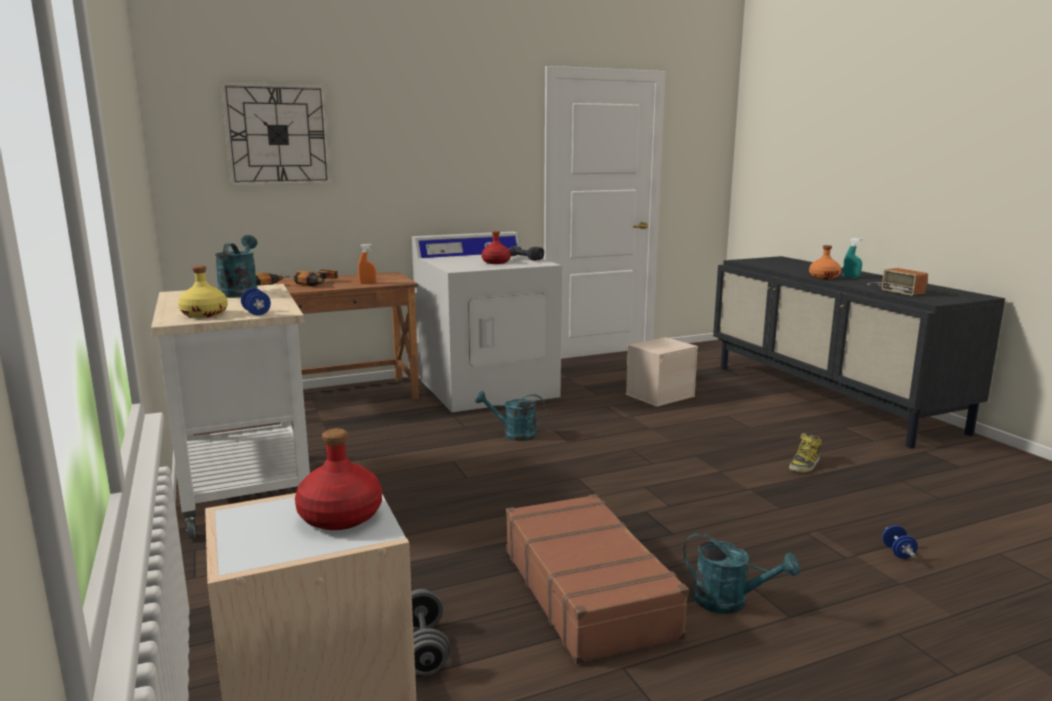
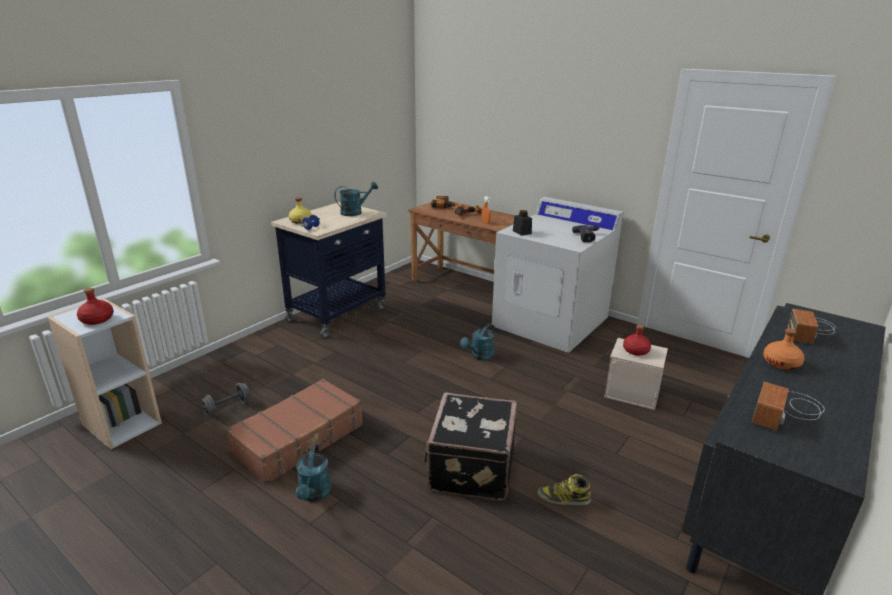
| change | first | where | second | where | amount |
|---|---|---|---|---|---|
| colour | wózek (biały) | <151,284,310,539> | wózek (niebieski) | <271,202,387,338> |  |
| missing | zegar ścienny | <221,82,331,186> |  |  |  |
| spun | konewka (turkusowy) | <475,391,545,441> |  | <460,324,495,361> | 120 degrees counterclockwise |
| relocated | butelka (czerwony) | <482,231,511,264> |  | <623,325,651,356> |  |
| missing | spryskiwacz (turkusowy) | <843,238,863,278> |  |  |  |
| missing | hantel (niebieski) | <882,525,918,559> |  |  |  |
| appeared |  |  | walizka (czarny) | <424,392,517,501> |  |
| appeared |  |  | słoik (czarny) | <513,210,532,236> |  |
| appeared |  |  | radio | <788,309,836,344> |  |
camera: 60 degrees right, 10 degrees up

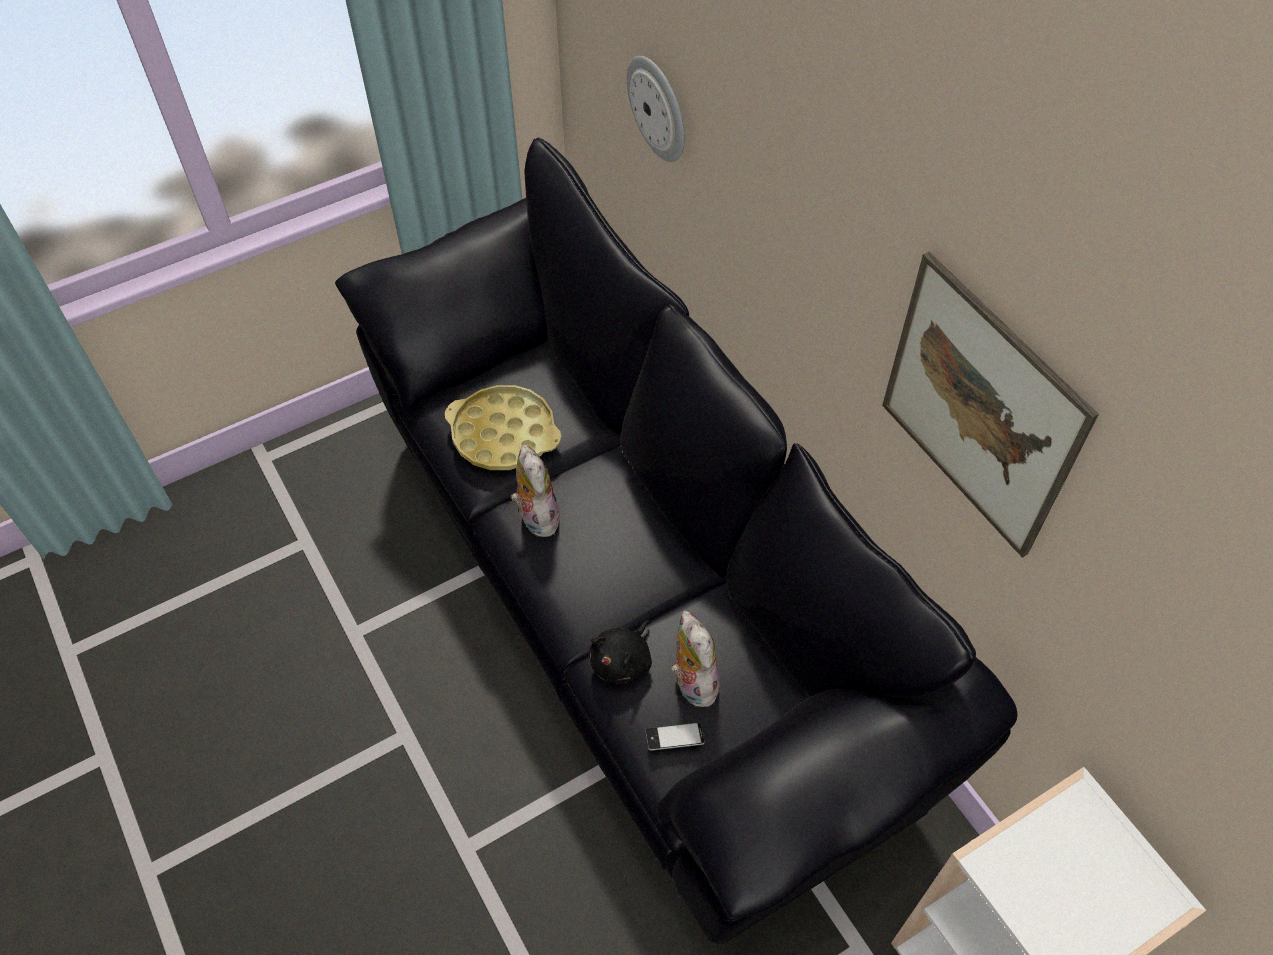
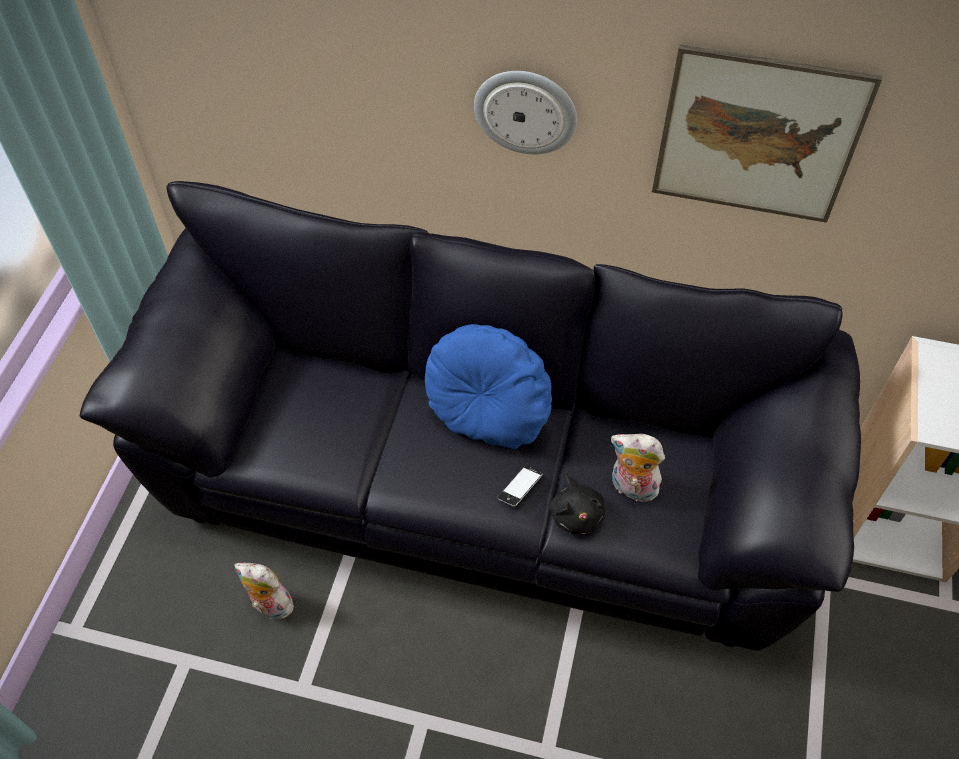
| change | first | where | second | where | amount |
|---|---|---|---|---|---|
| missing | taca (żółty) | <445,385,562,470> |  |  |  |
| relocated | pluszak | <511,444,560,537> |  | <234,562,294,619> |  |
| relocated | zegar ścienny | <627,56,685,162> |  | <474,71,577,154> |  |
| relocated | telefon | <645,722,705,751> |  | <497,466,543,507> |  |
| appeared |  |  | poduszka (niebieski) | <425,324,552,449> |  |
camera: 45 degrees left, 0 degrees up

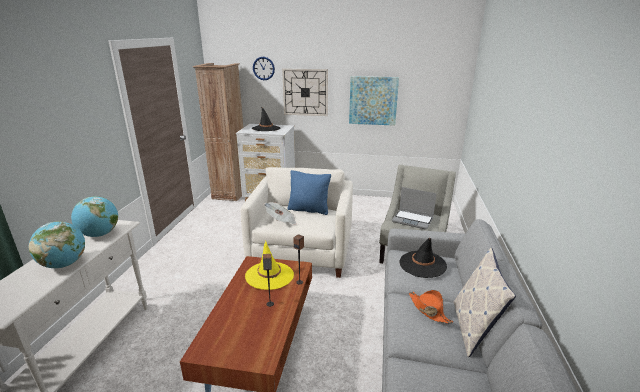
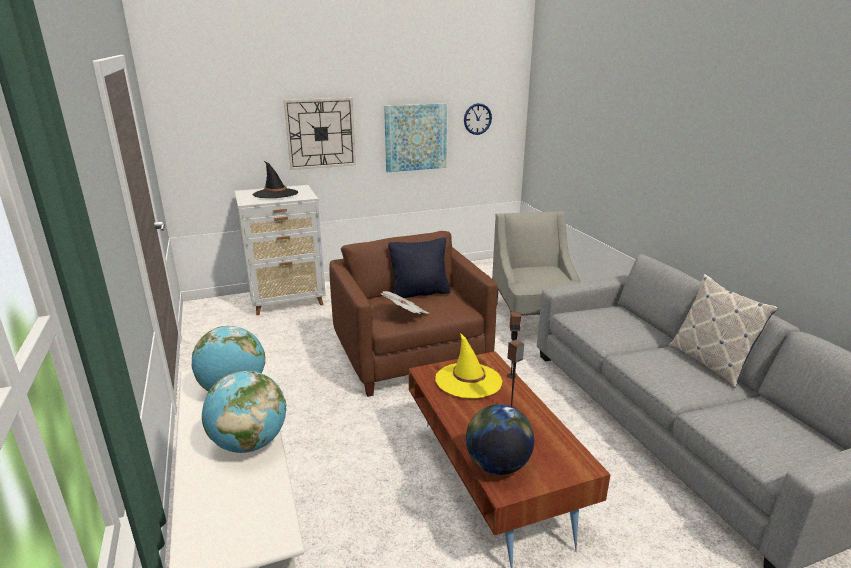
| change | first | where | second | where | amount |
|---|---|---|---|---|---|
| missing | szafka (brązowy) | <192,63,243,201> |  |  |  |
| colour | fotel (biały) | <241,167,353,278> | fotel (brązowy) | <329,231,498,397> |  |
| relocated | zegar ścienny | <253,57,275,80> |  | <464,103,492,135> |  |
| colour | poduszka (niebieski) | <287,170,331,215> | poduszka (czarny) | <388,238,450,298> |  |
| missing | laptop | <392,187,437,230> |  |  |  |
| missing | kapelusz (czarny) | <399,238,447,278> |  |  |  |
| missing | kapelusz (pomarańczowy) | <409,290,453,324> |  |  |  |
| appeared |  |  | globus | <466,404,534,475> |  |
camera: 30 degrees left, 0 degrees up

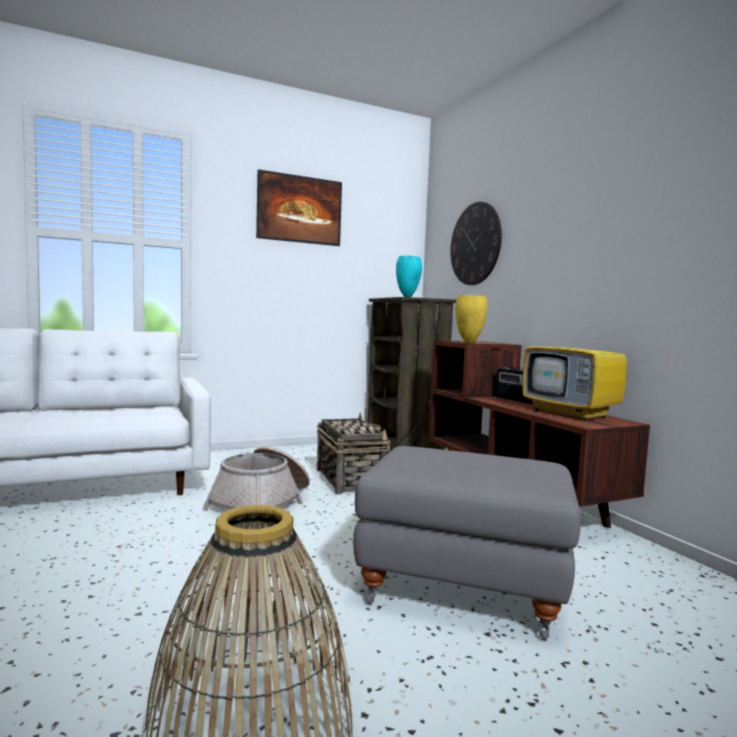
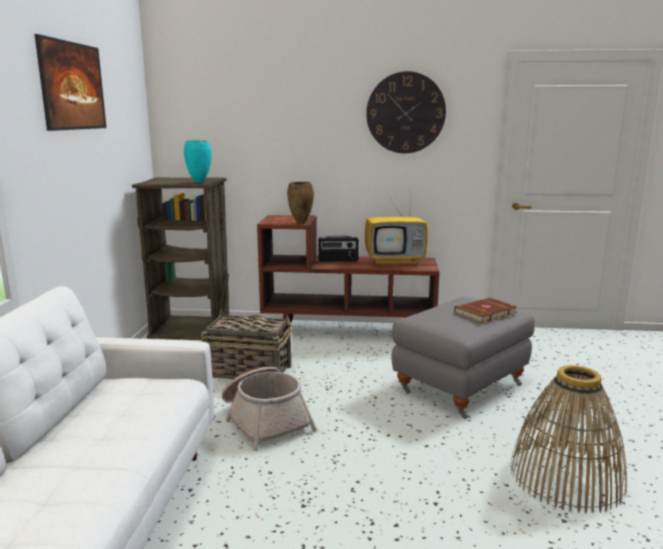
| change | first | where | second | where | amount |
|---|---|---|---|---|---|
| relocated | zegar ścienny | <450,202,502,285> |  | <366,71,446,153> |  |
| colour | wazon (żółty) | <455,295,487,343> | wazon (brązowy) | <287,182,314,224> |  |
| appeared |  |  | książka (brązowy) | <454,298,517,323> |  |
camera: 60 degrees left, 10 degrees up

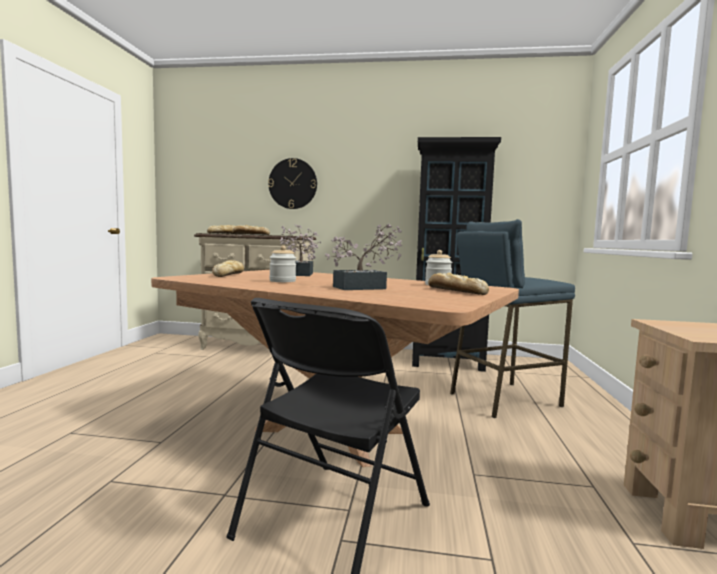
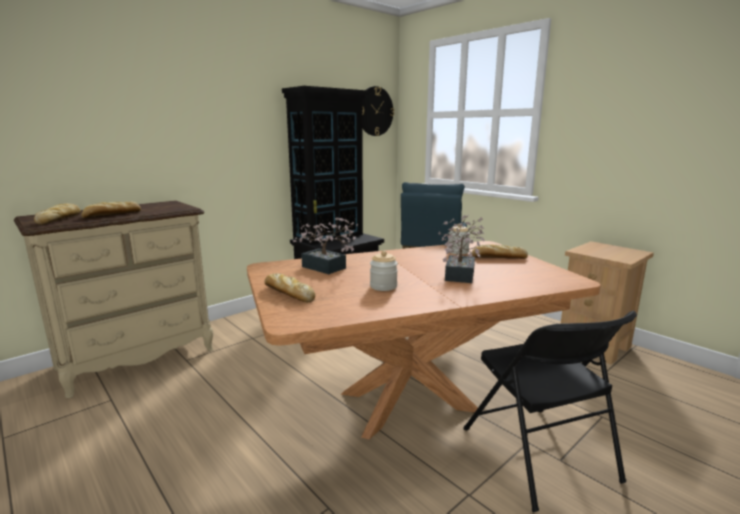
| change | first | where | second | where | amount |
|---|---|---|---|---|---|
| relocated | zegar ścienny | <268,158,317,209> |  | <362,86,394,136> |  |
camera: 50 degrees left, 10 degrees up

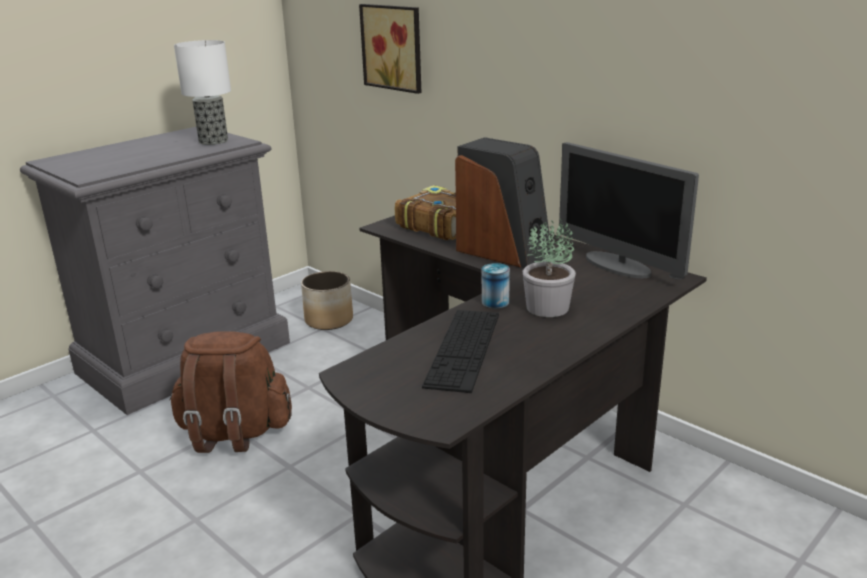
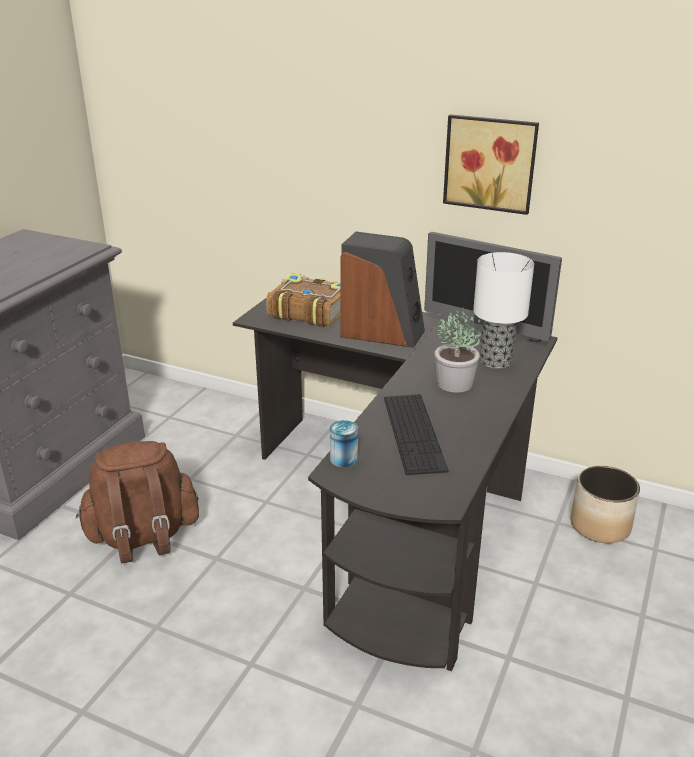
| change | first | where | second | where | amount |
|---|---|---|---|---|---|
| relocated | lampa stołowa | <174,40,231,145> |  | <473,252,534,369> |  |
| relocated | donica | <301,271,353,330> |  | <571,466,640,543> |  |
| relocated | obraz | <359,4,421,94> |  | <443,114,539,215> |  |
| relocated | puszka | <482,263,510,308> |  | <330,420,358,467> |  |
camera: 20 degrees left, 5 degrees up

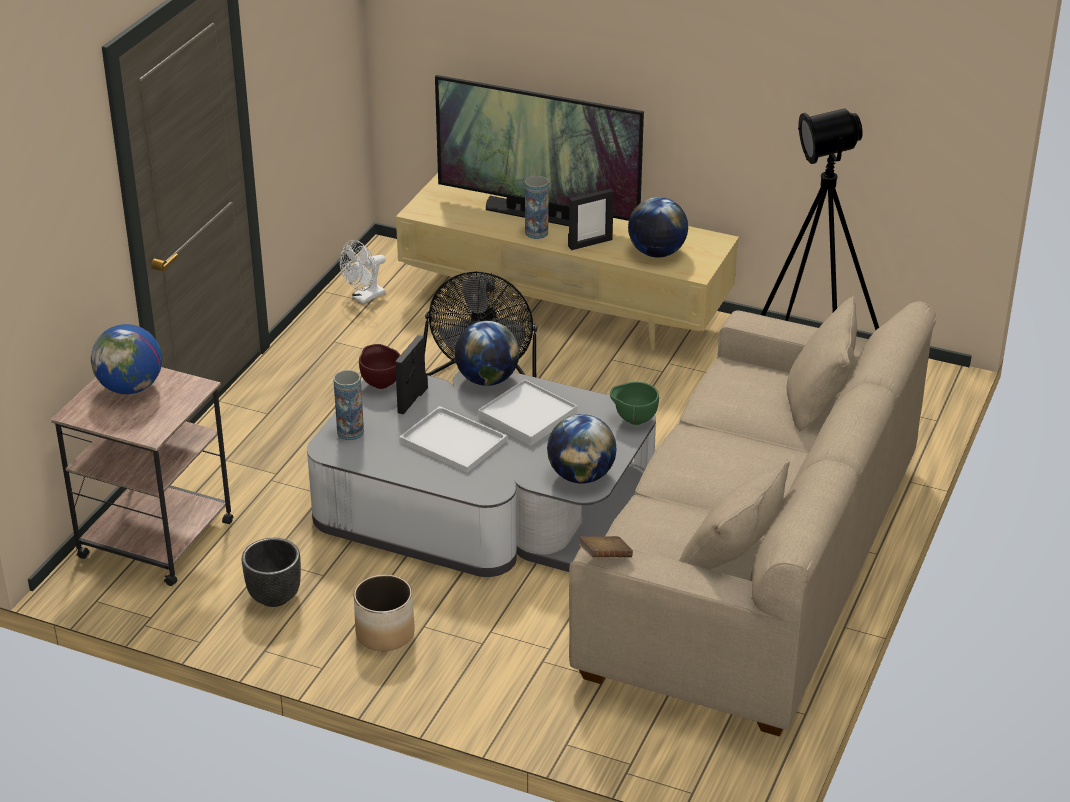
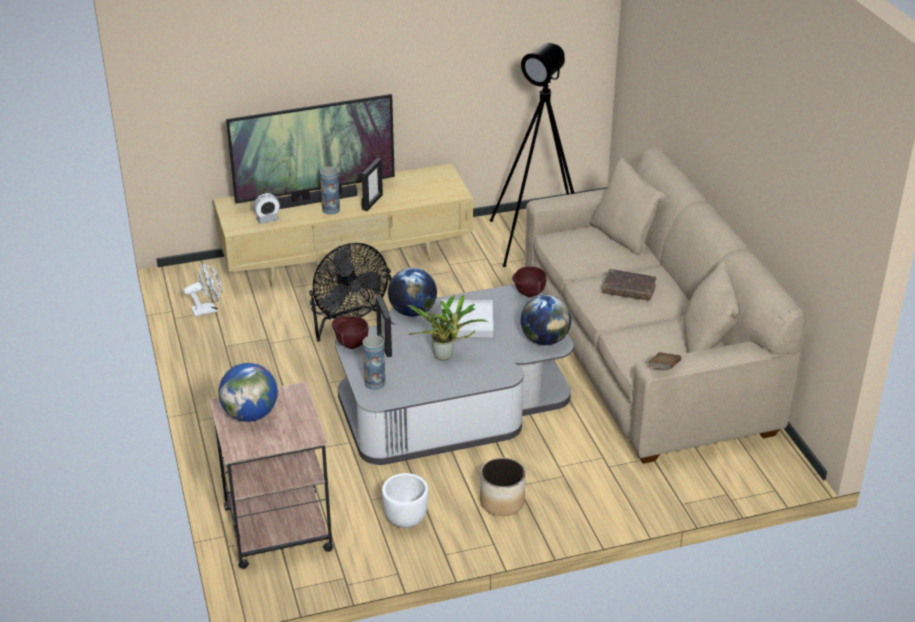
| change | first | where | second | where | amount |
|---|---|---|---|---|---|
| colour | donica (czarny) | <242,538,301,607> | donica (biały) | <382,473,428,528> |  |
| spun | wentylator (biały) | <340,240,386,304> |  | <184,263,222,317> | 120 degrees counterclockwise |
| exchanged | taca (biały) | <399,406,507,473> | roślina doniczkowa | <408,295,488,360> |  |
| colour | miska (zielony) | <610,382,659,425> | miska (brązowy) | <512,266,547,298> |  |
| missing | globus | <628,197,688,257> |  |  |  |
| appeared |  |  | budzik | <253,193,280,224> |  |
| appeared |  |  | książka (brązowy) | <602,269,657,301> |  |
camera: 40 degrees left, 0 degrees up

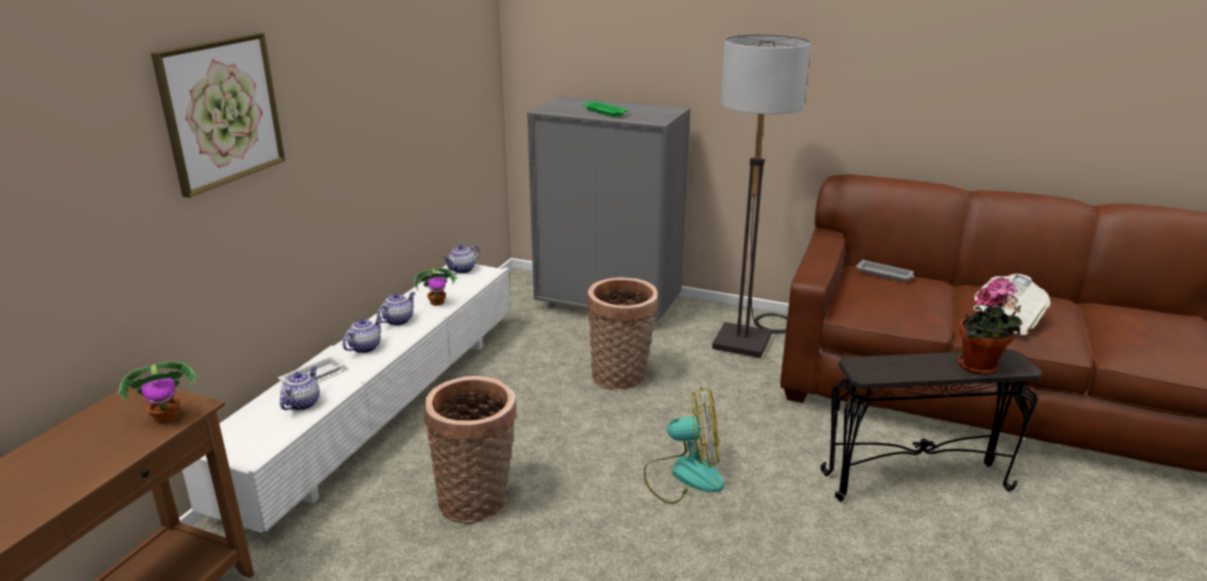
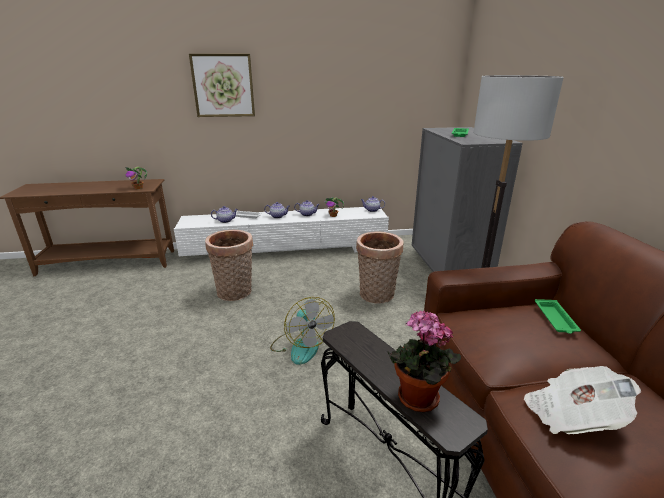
| change | first | where | second | where | amount |
|---|---|---|---|---|---|
| colour | taca (szary) | <856,259,914,282> | taca (zielony) | <535,299,581,334> |  |
camera: 60 degrees right, 0 degrees up

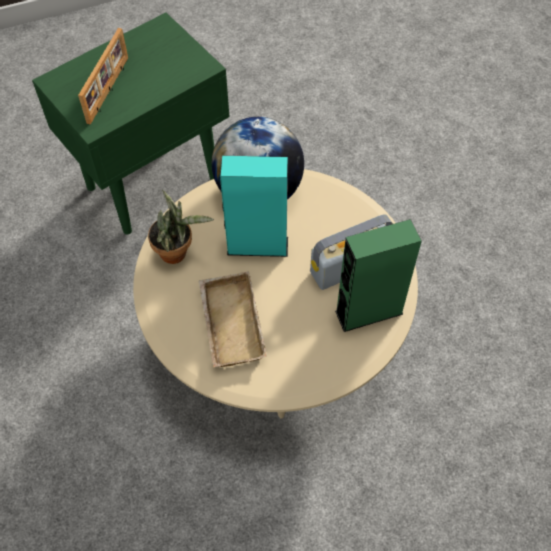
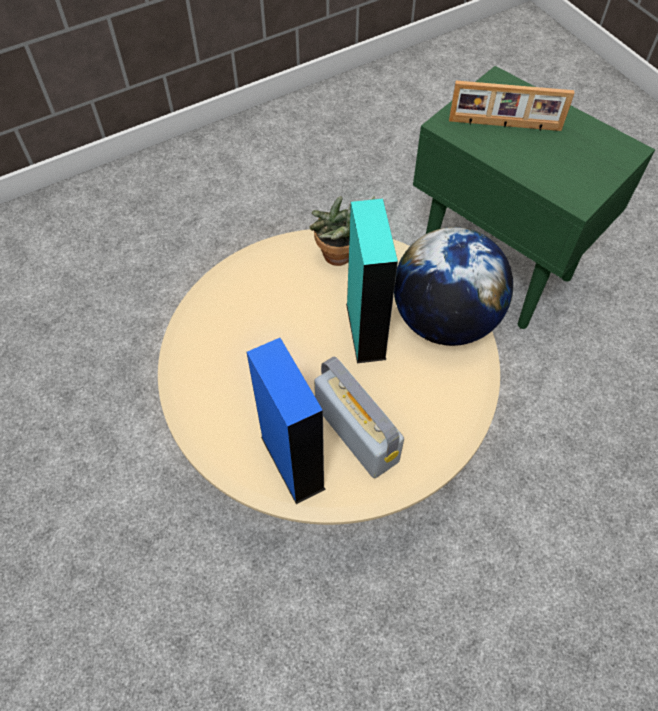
| change | first | where | second | where | amount |
|---|---|---|---|---|---|
| missing | taca (beżowy) | <198,271,267,367> |  |  |  |
| colour | głośnik (zielony) | <335,219,422,332> | głośnik (niebieski) | <247,338,326,504> |  |
camera: 80 degrees right, 0 degrees up

